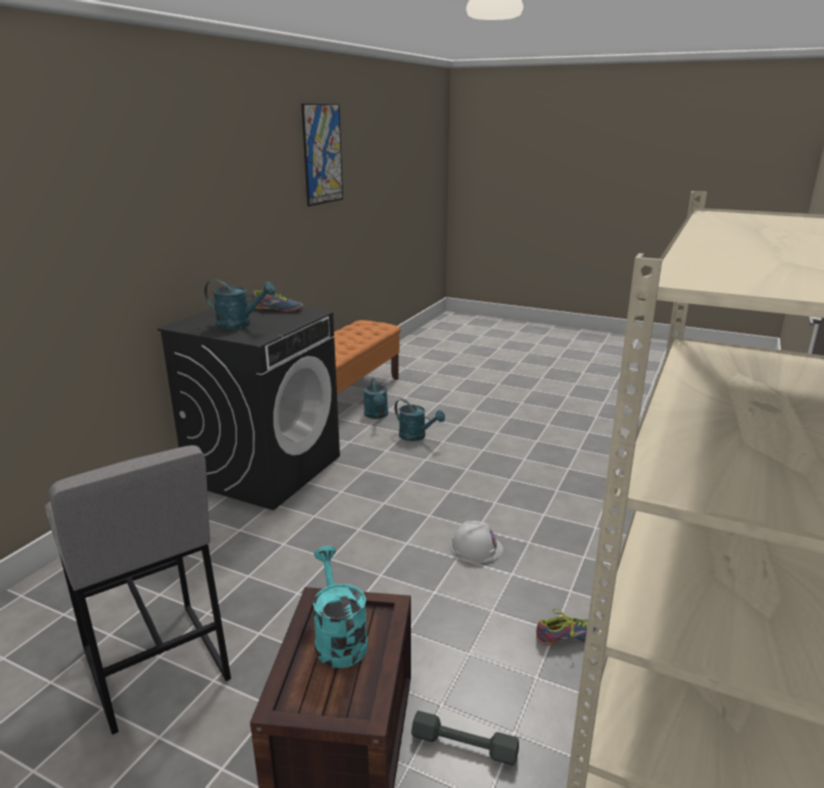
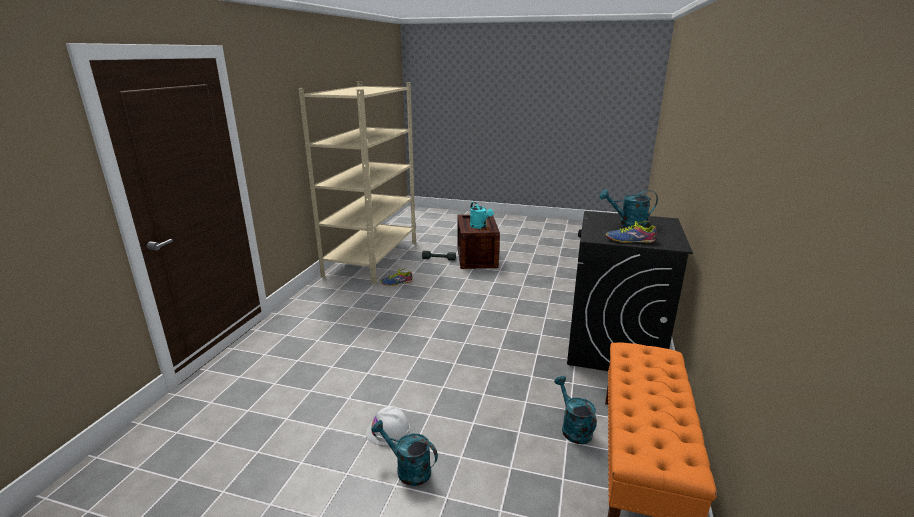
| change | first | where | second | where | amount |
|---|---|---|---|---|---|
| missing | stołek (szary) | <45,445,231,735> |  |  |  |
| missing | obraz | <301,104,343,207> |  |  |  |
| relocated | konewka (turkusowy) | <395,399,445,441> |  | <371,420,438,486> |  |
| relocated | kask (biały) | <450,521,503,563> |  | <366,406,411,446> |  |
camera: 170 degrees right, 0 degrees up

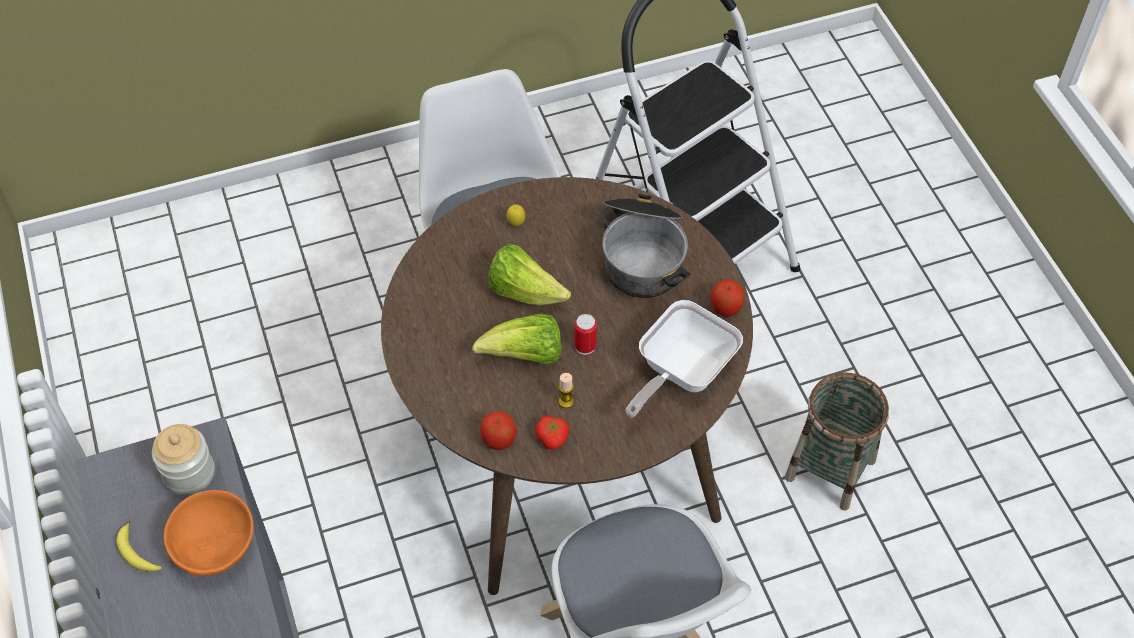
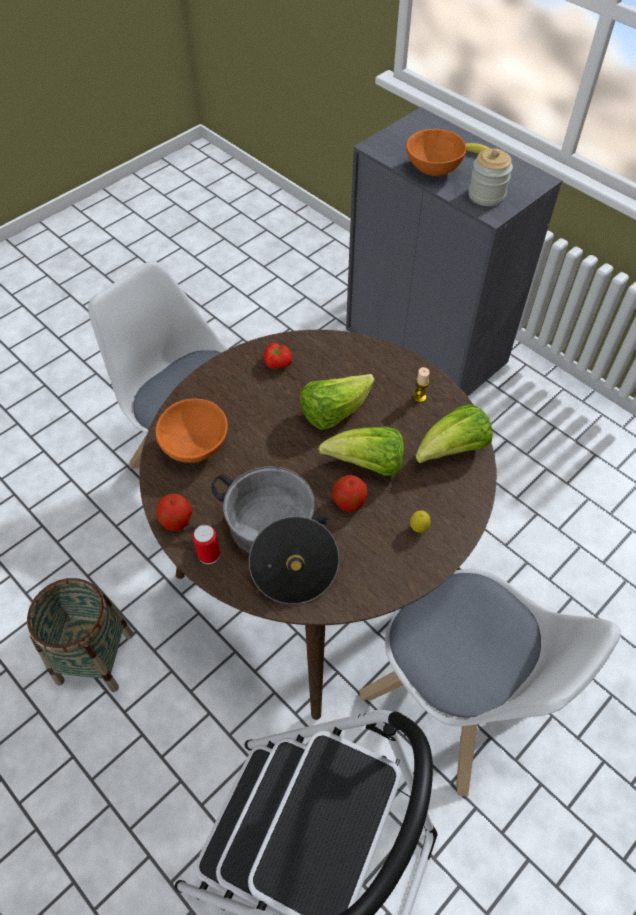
| change | first | where | second | where | amount |
|---|---|---|---|---|---|
| relocated | jabłko | <480,411,517,450> |  | <332,475,367,512> |  |
| relocated | świeca | <558,373,574,408> |  | <413,367,430,403> |  |
| relocated | puszka | <574,314,597,355> |  | <193,525,220,564> |  |
| exchanged | patelnia | <626,300,743,418> | miska (pomarańczowy) | <156,399,228,463> |  |
| appeared |  |  | sałata | <416,404,493,463> |  |
camera: 155 degrees right, 0 degrees up

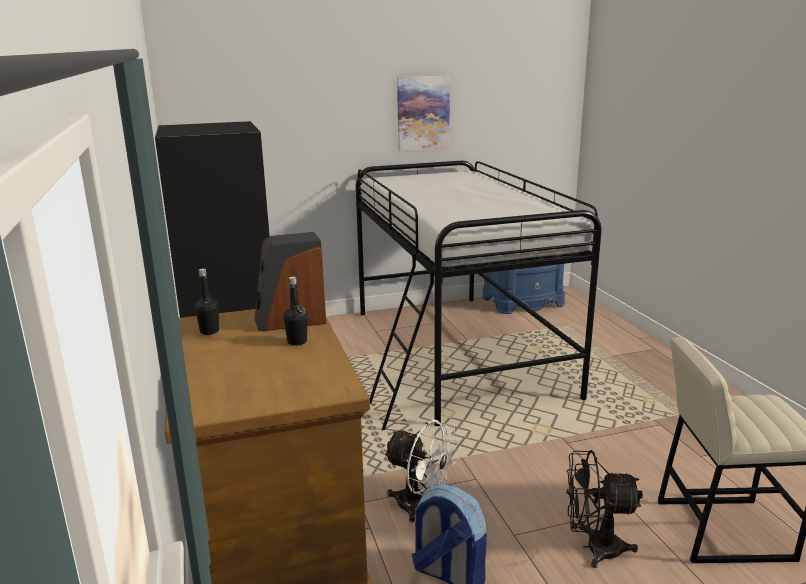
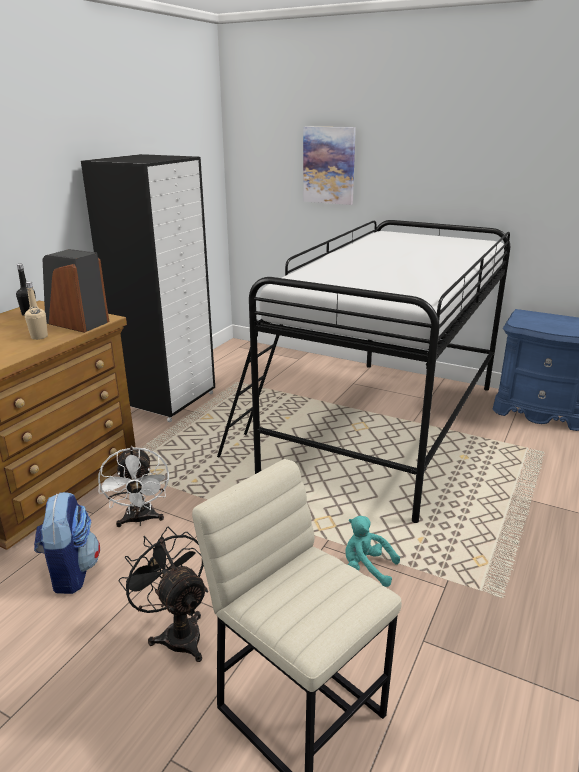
| change | first | where | second | where | amount |
|---|---|---|---|---|---|
| colour | butelka (czarny) | <283,277,307,346> | butelka (beżowy) | <25,282,48,340> |  |
| relocated | obraz | <397,76,450,151> |  | <303,127,356,205> |  |
| appeared |  |  | pluszak (turkusowy) | <345,516,400,587> |  |
camera: 45 degrees right, 5 degrees up

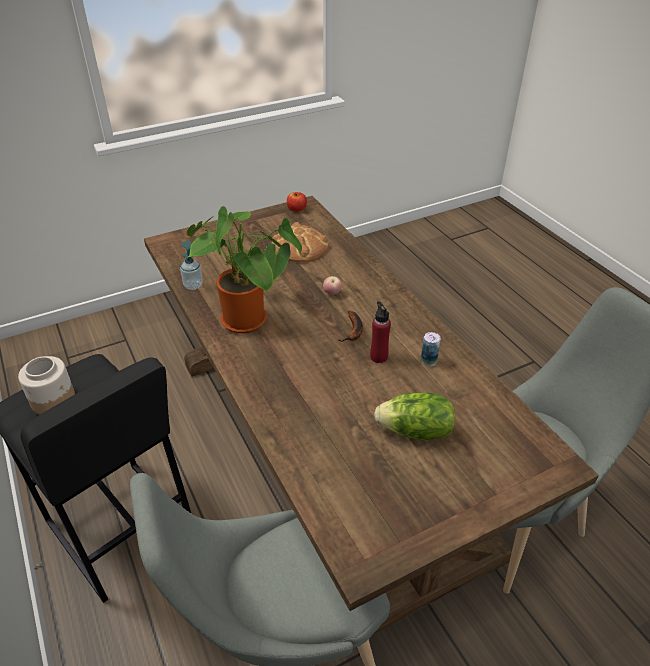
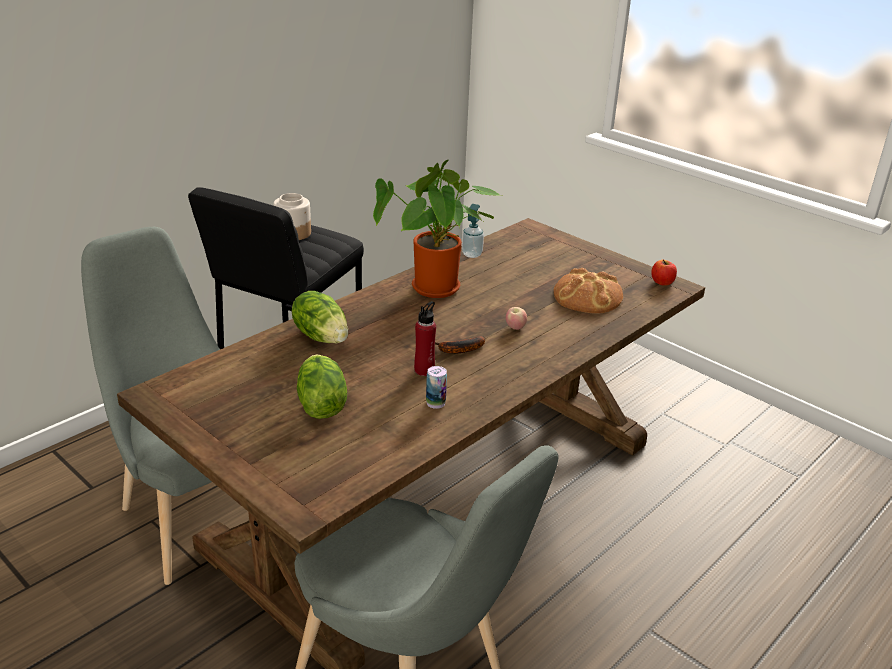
| change | first | where | second | where | amount |
|---|---|---|---|---|---|
| appeared |  |  | sałata | <292,291,348,343> |  |
camera: 70 degrees right, 10 degrees down

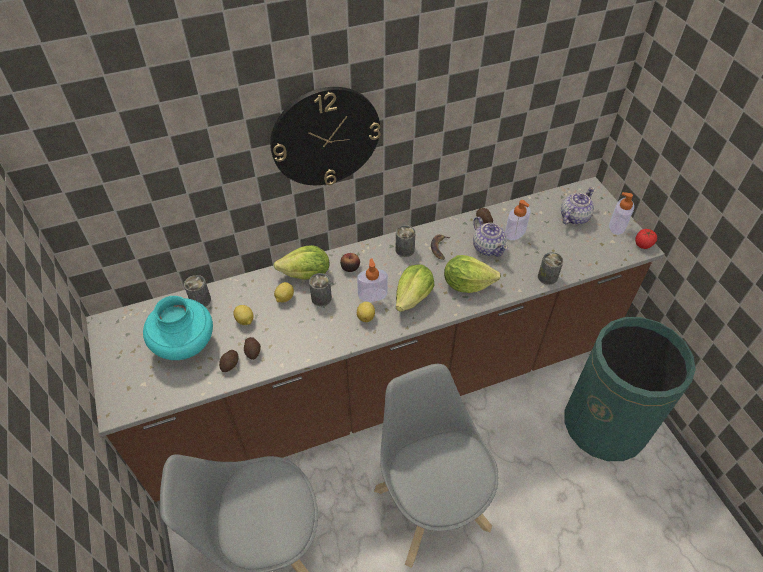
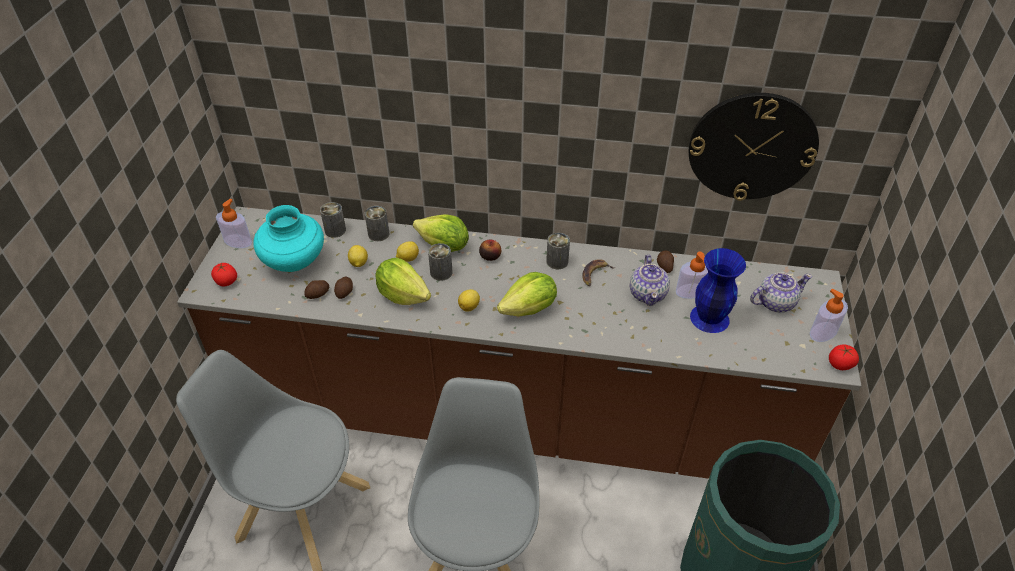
| change | first | where | second | where | amount |
|---|---|---|---|---|---|
| relocated | zegar ścienny | <270,87,381,185> |  | <689,93,819,201> |  |
| relocated | dozownik mydła | <357,258,388,302> |  | <216,199,252,248> |  |
| relocated | sałata | <444,255,501,293> |  | <375,258,431,305> |  |
| relocated | puszka | <538,252,564,285> |  | <365,206,389,241> |  |
| appeared |  |  | pomidor | <211,263,237,287> |  |
| appeared |  |  | wazon (niebieski) | <690,248,746,333> |  |
camera: 30 degrees right, 5 degrees down

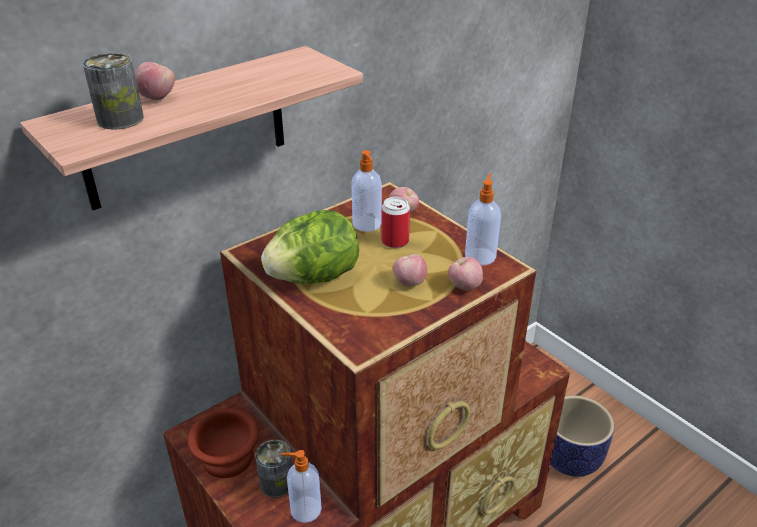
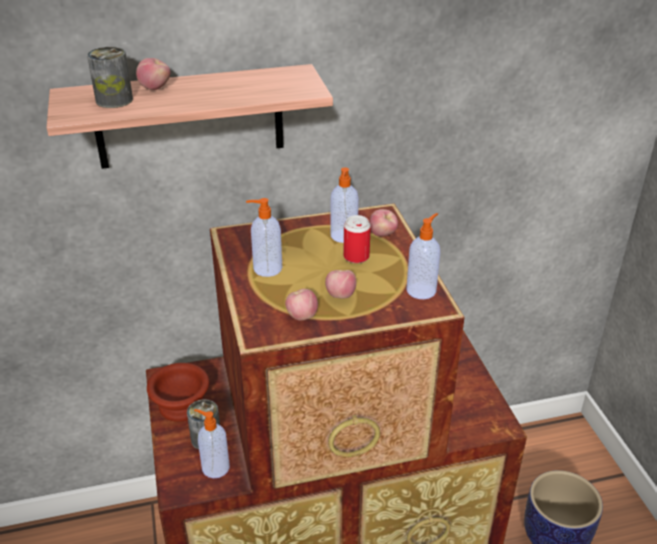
| change | first | where | second | where | amount |
|---|---|---|---|---|---|
| exchanged | sałata | <261,210,359,284> | dozownik mydła | <246,198,282,277> |  |
| relocated | jabłko | <448,257,483,291> |  | <285,289,318,321> |  |
camera: 25 degrees right, 0 degrees up

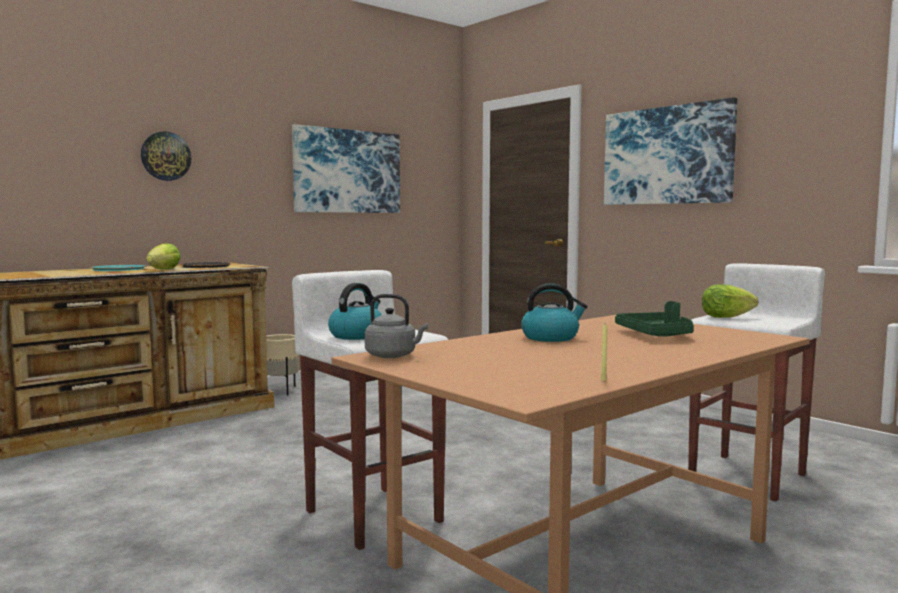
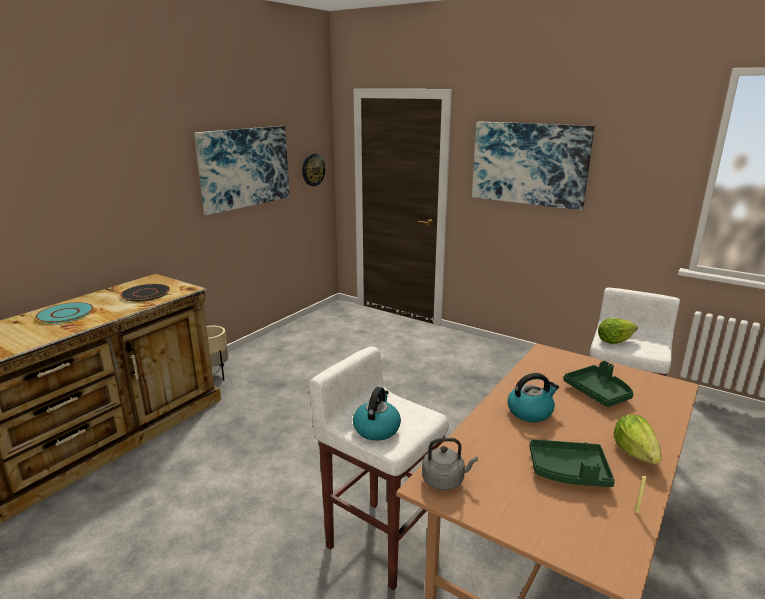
| change | first | where | second | where | amount |
|---|---|---|---|---|---|
| relocated | zegar ścienny | <141,131,191,181> |  | <302,153,325,186> |  |
| relocated | sałata | <146,243,181,270> |  | <614,414,662,464> |  |
| appeared |  |  | taca (zielony) | <530,439,615,487> |  |
camera: 15 degrees left, 15 degrees up

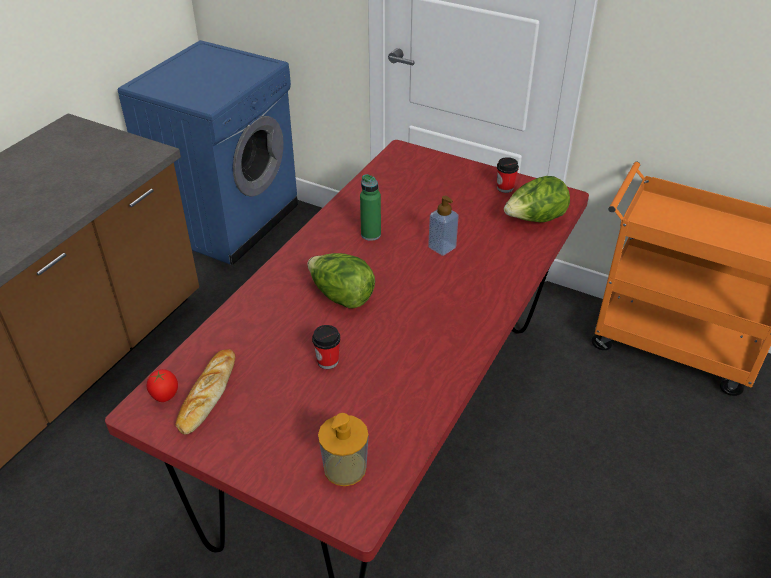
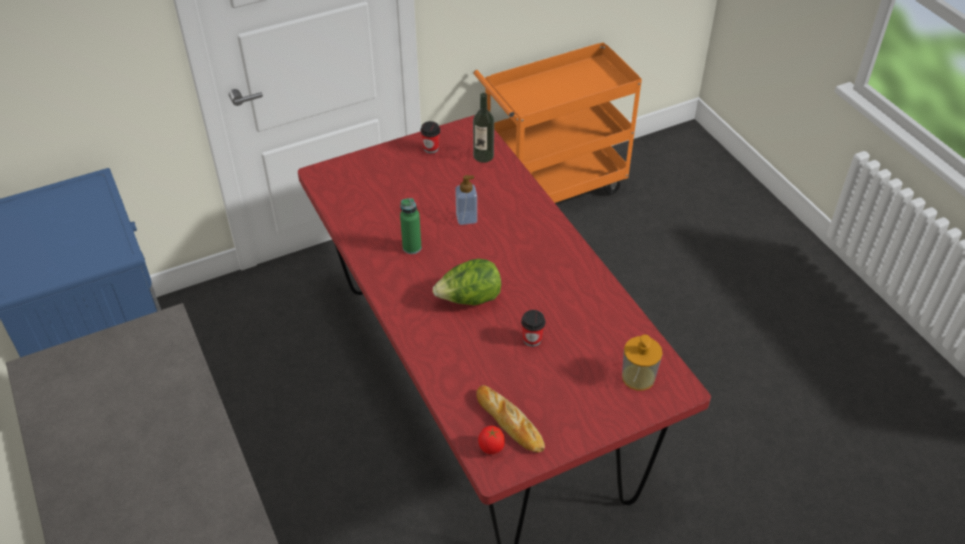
| change | first | where | second | where | amount |
|---|---|---|---|---|---|
| exchanged | sałata | <504,176,570,222> | butelka | <473,93,494,163> |  |
camera: 55 degrees left, 5 degrees up

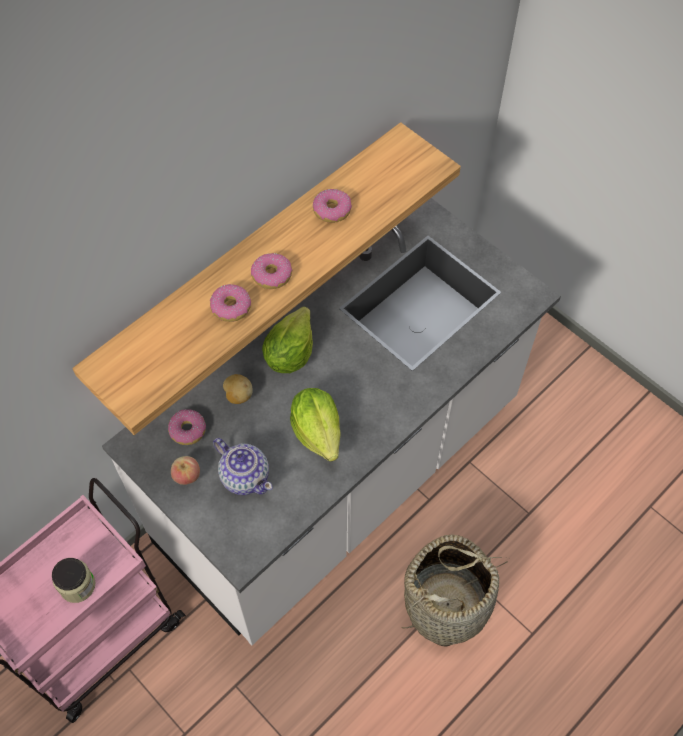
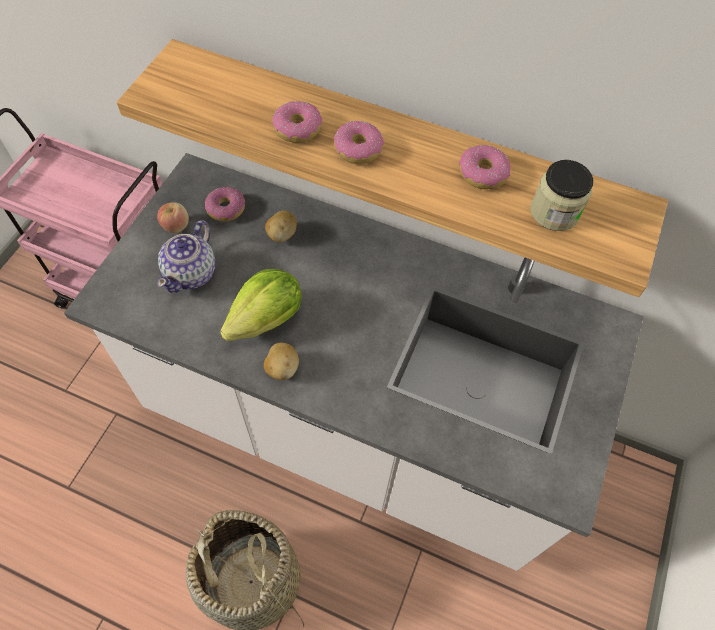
| change | first | where | second | where | amount |
|---|---|---|---|---|---|
| relocated | słoik | <52,558,96,603> |  | <530,160,593,231> |  |
| missing | sałata | <262,307,313,373> |  |  |  |
| appeared |  |  | ziemniak | <264,343,299,380> |  |
camera: 65 degrees right, 0 degrees up

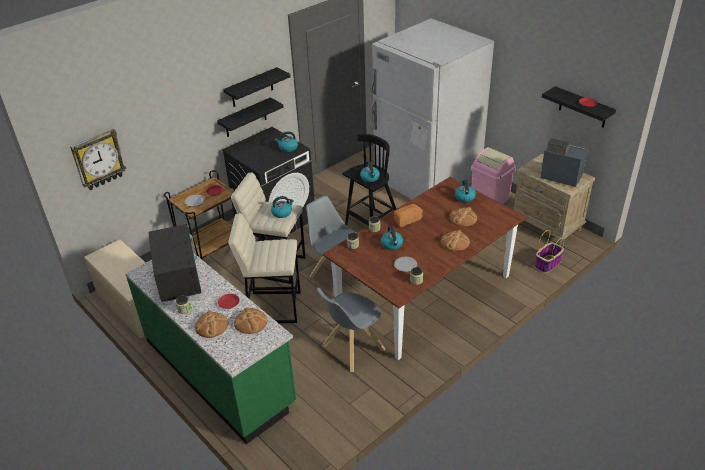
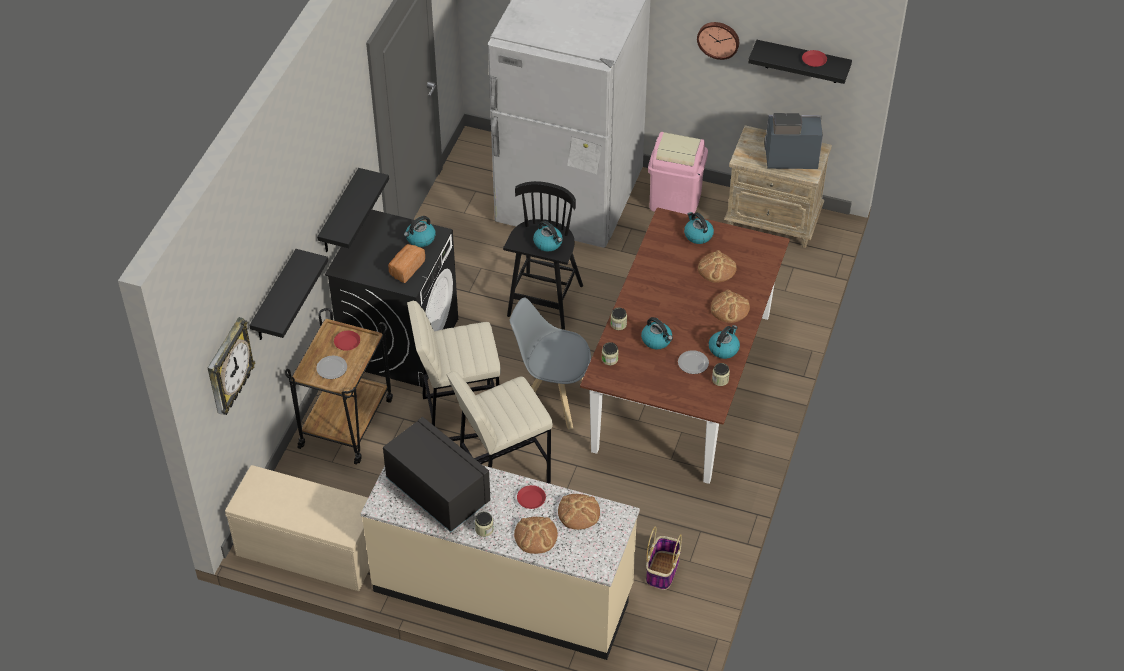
| change | first | where | second | where | amount |
|---|---|---|---|---|---|
| colour | zabudowa kuchenna (zielony) | <125,253,296,444> | zabudowa kuchenna (beżowy) | <361,466,640,660> |  |
| relocated | półka (czarny) | <223,67,291,107> |  | <249,249,328,340> |  |
| relocated | czajnik | <271,196,294,218> |  | <709,325,740,359> |  |
| missing | krzesło (szary) | <317,288,385,372> |  |  |  |
| relocated | chleb | <394,204,423,227> |  | <388,244,425,283> |  |
| relocated | koszyk | <535,230,564,273> |  | <646,526,682,590> |  |
| appeared |  |  | zegar ścienny | <697,22,739,60> |  |
camera: 30 degrees left, 10 degrees up

